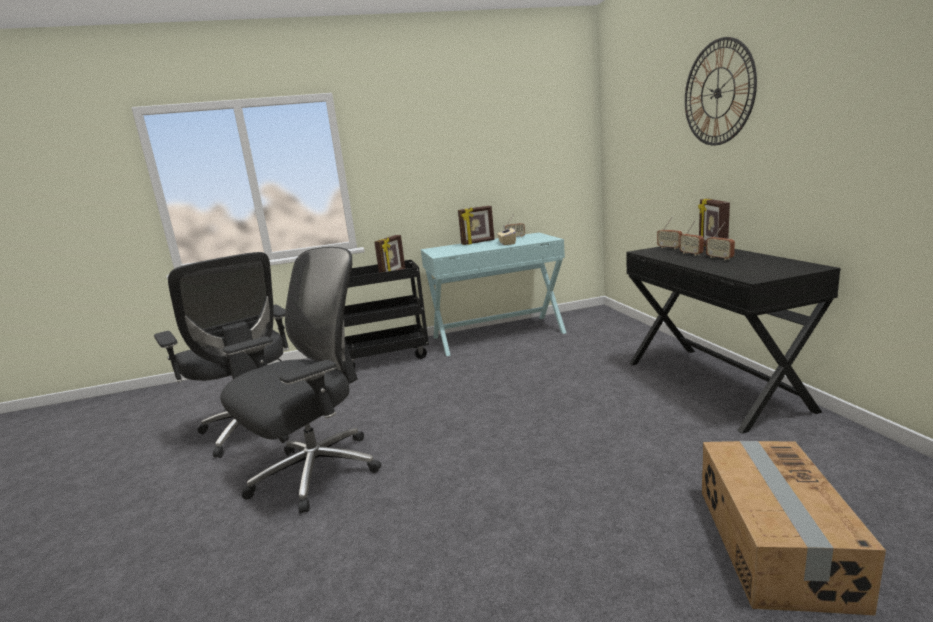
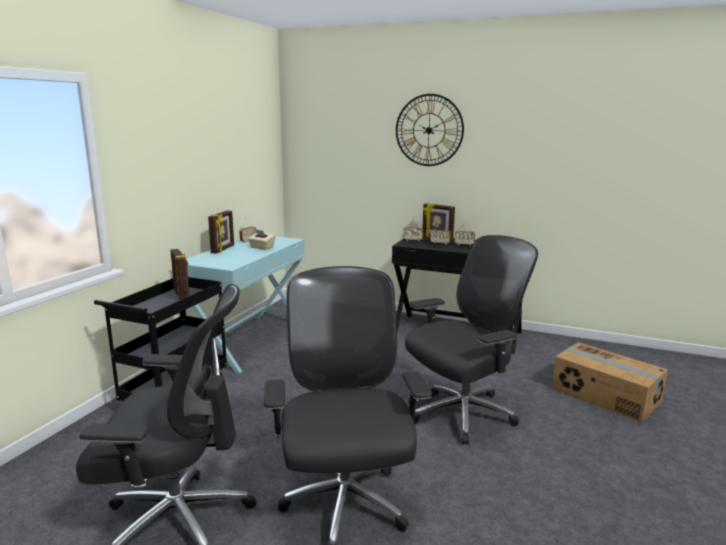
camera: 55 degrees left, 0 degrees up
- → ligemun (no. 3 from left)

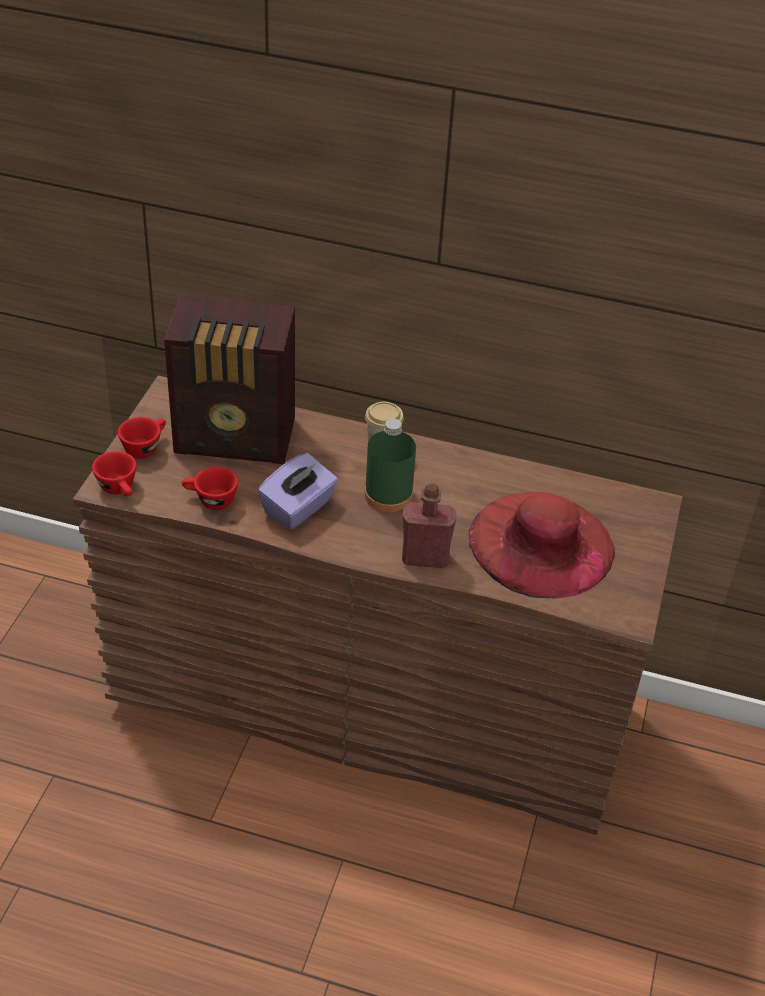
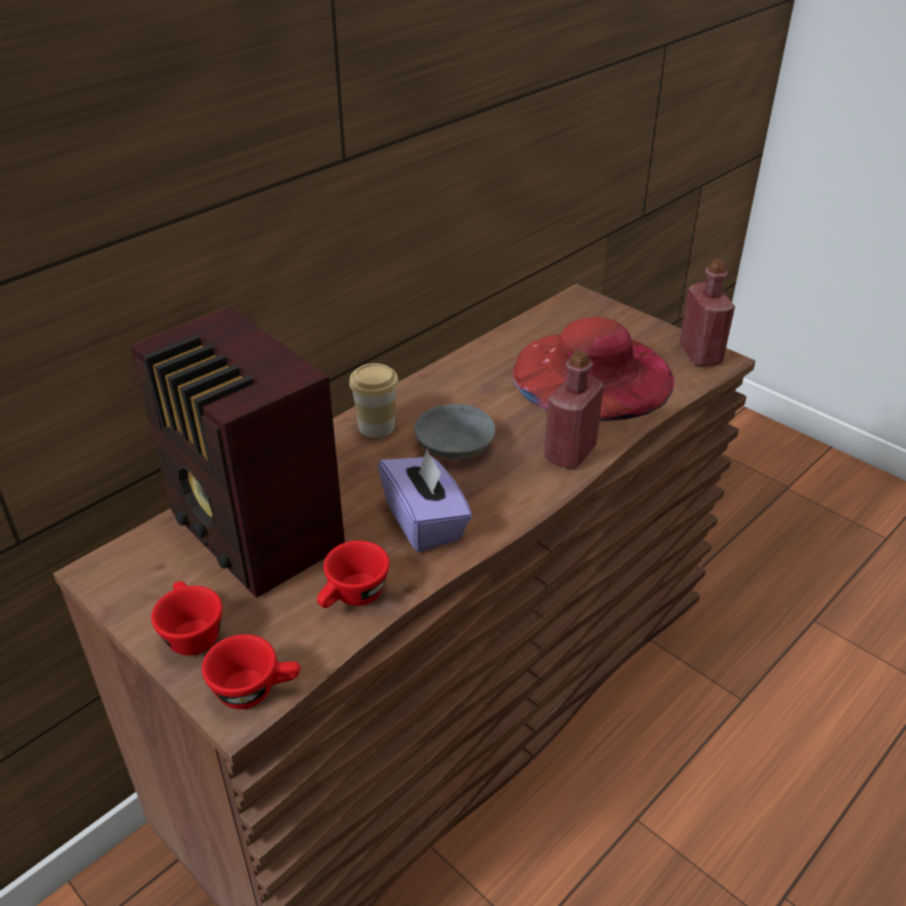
camera: 60 degrees left, 5 degrees down
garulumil, 105 degrees clockwise
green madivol → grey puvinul
- → red madivol (no. 2 from left)

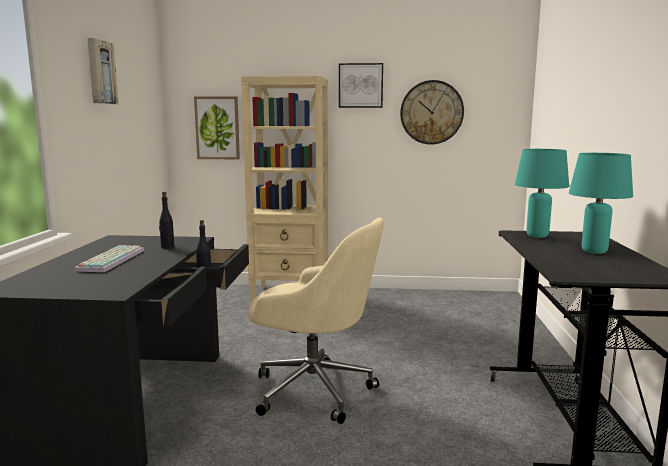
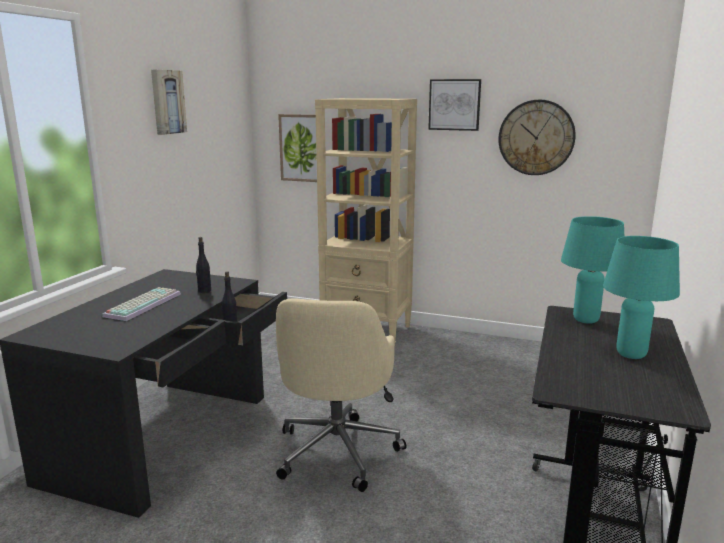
camera: 15 degrees right, 5 degrees up
beige ligemun, 60 degrees clockwise

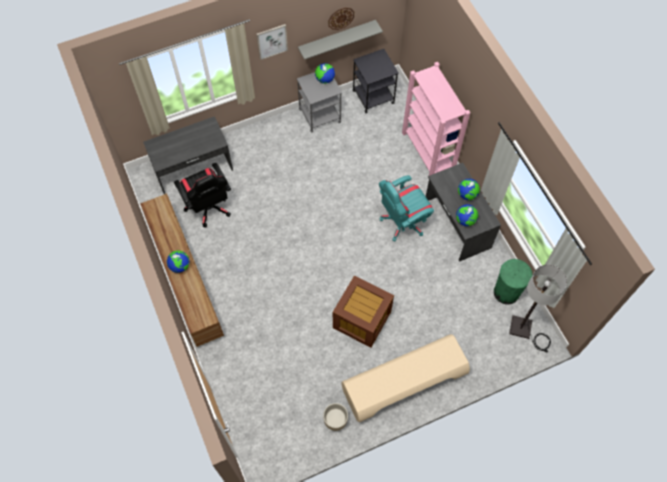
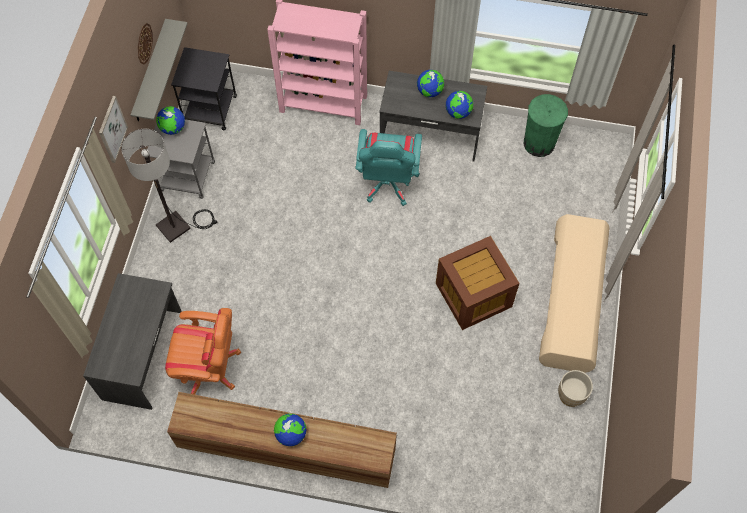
camera: 55 degrees left, 0 degrees up
black ligemun → orange ligemun
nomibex, relocated

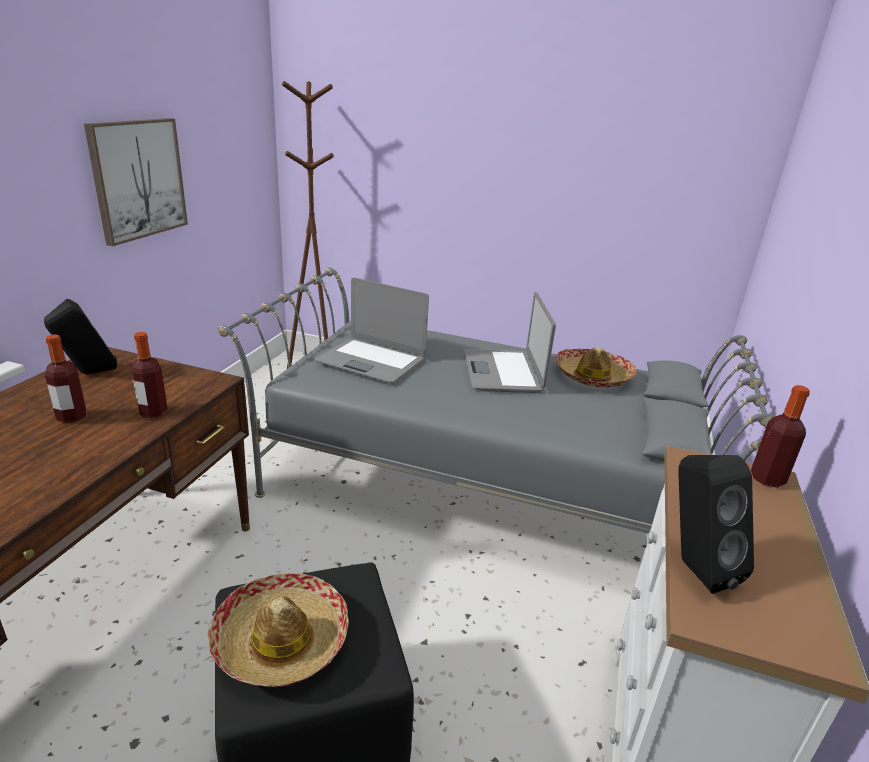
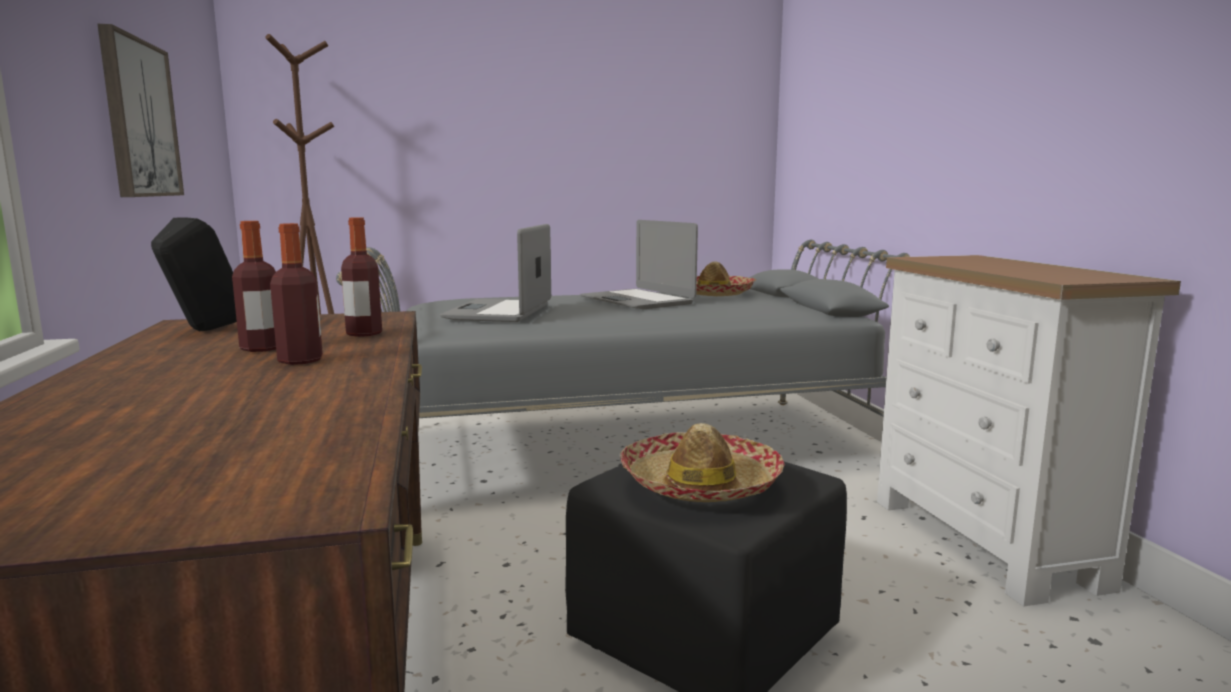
camera: 30 degrees left, 15 degrees down
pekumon (no. 1 from left), 105 degrees clockwise
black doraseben (no. 2 from left) → -
madivol (no. 3 from left in the first image) → madivol (no. 2 from left), relocated

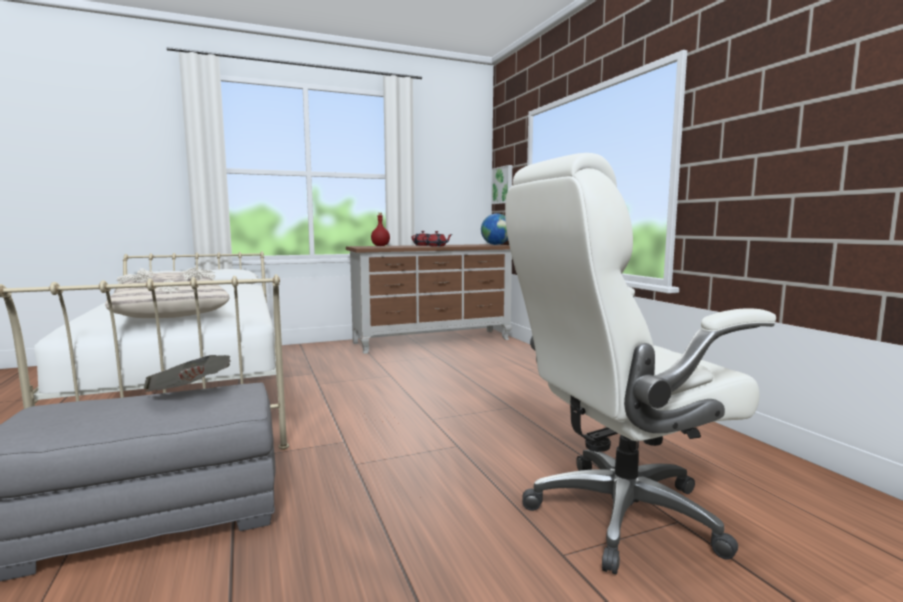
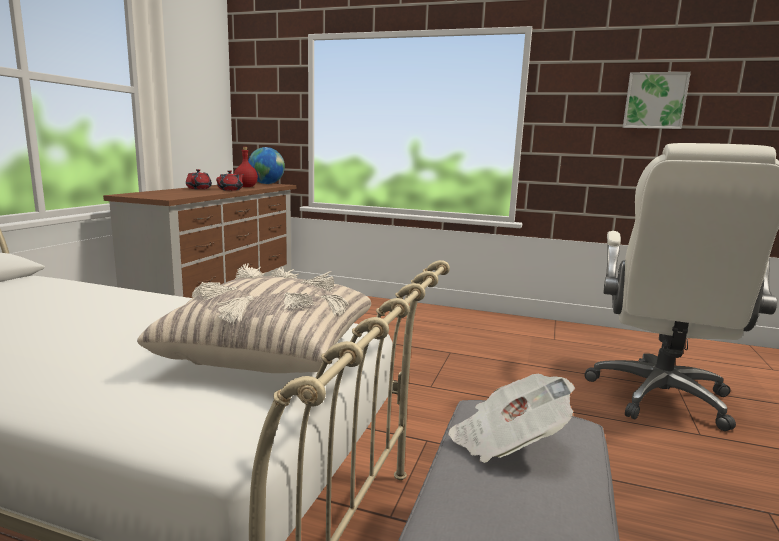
camera: 50 degrees left, 5 degrees up
red madivol, relocated
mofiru, relocated

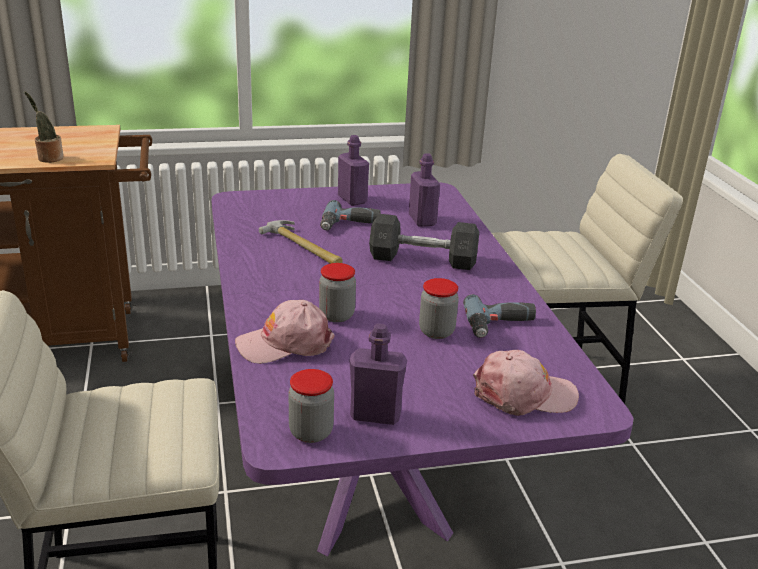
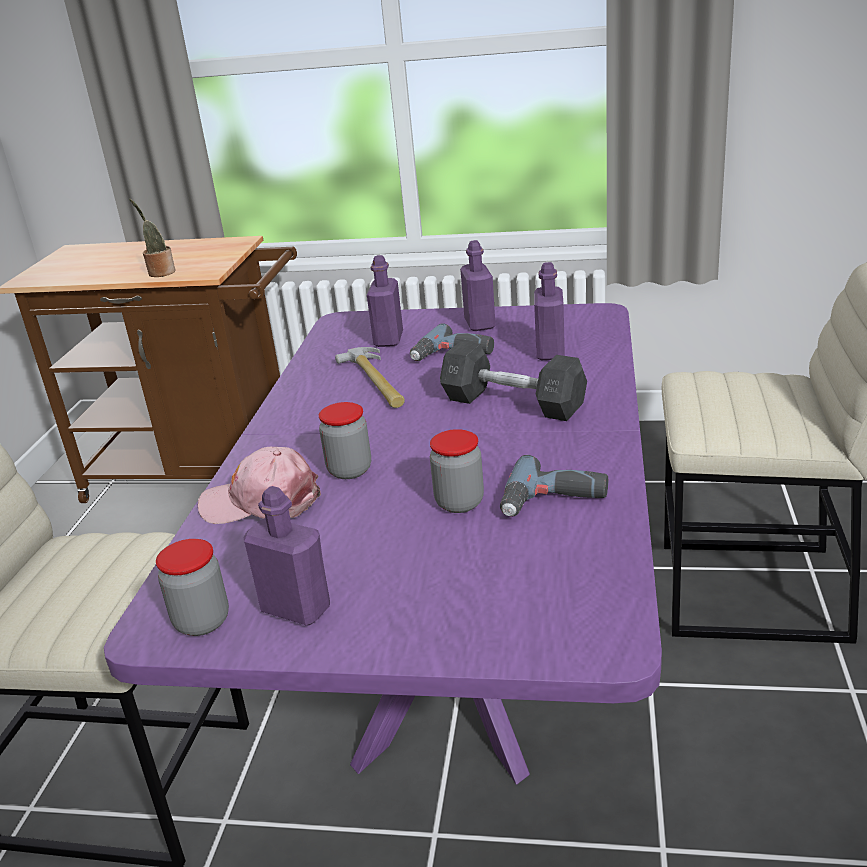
camera: 25 degrees right, 0 degrees up
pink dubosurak (no. 2 from left) → -
- → purple madivol (no. 2 from left)

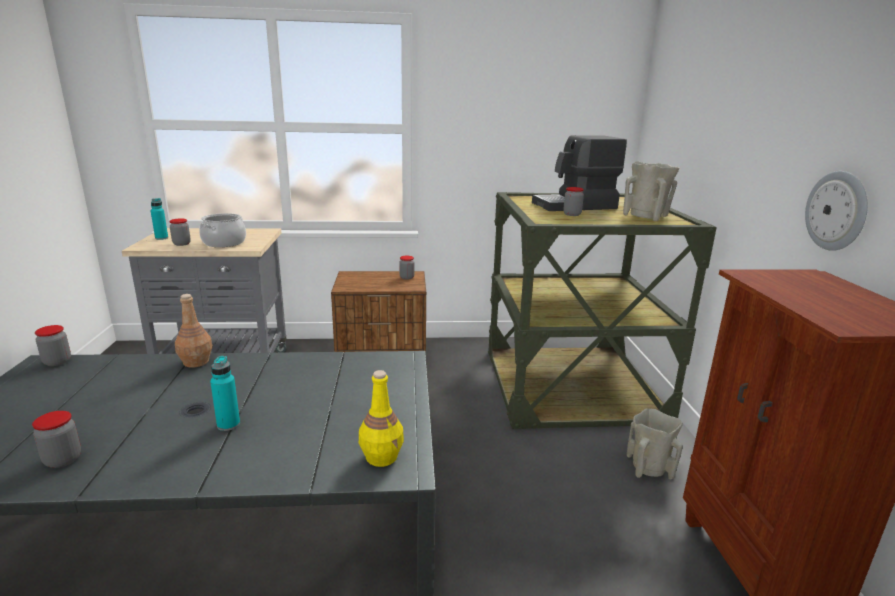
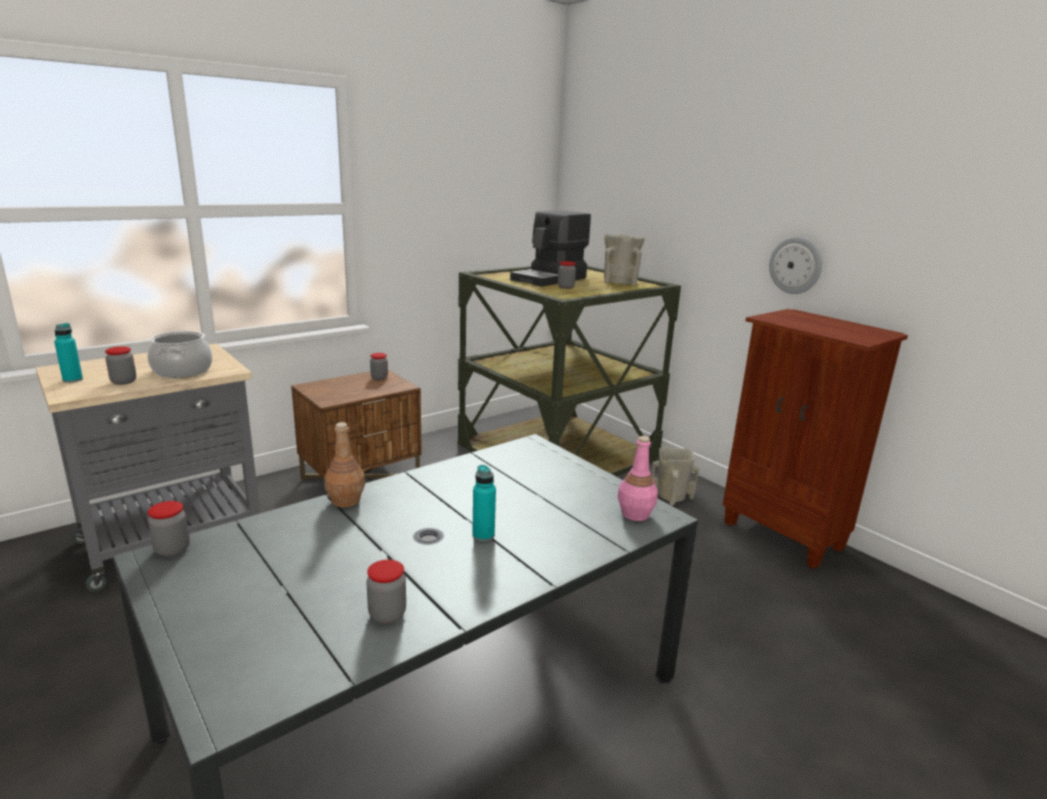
camera: 35 degrees left, 0 degrees up
yellow madivol → pink madivol

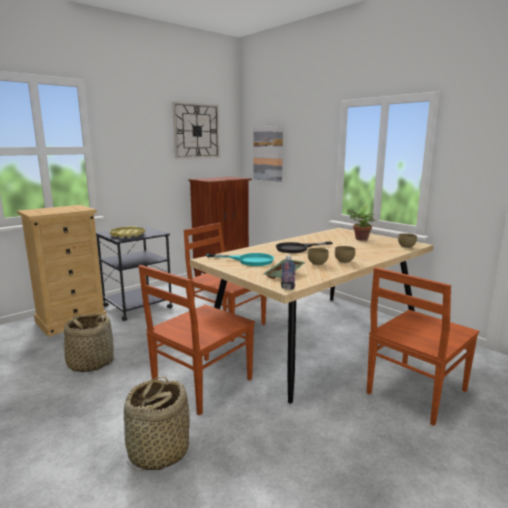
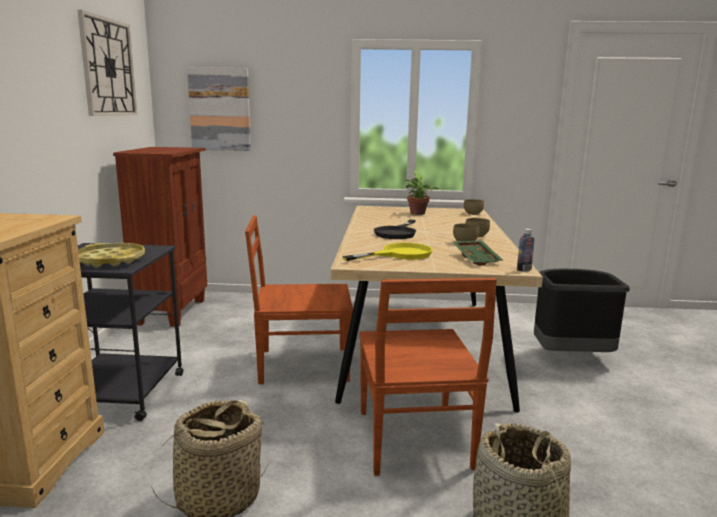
camera: 45 degrees left, 0 degrees up
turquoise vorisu → yellow vorisu
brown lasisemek (no. 3 from left) → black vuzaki

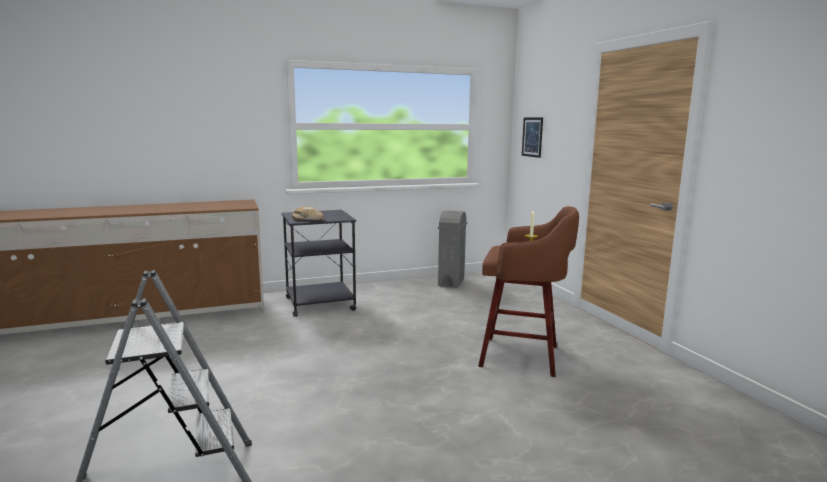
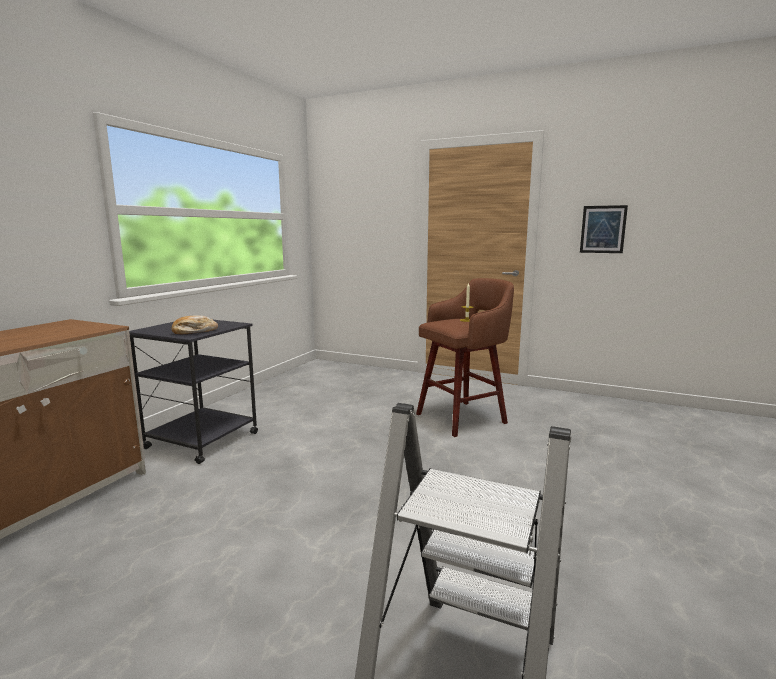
camera: 45 degrees left, 0 degrees up
grey vuzaki → -
mofiru, relocated

